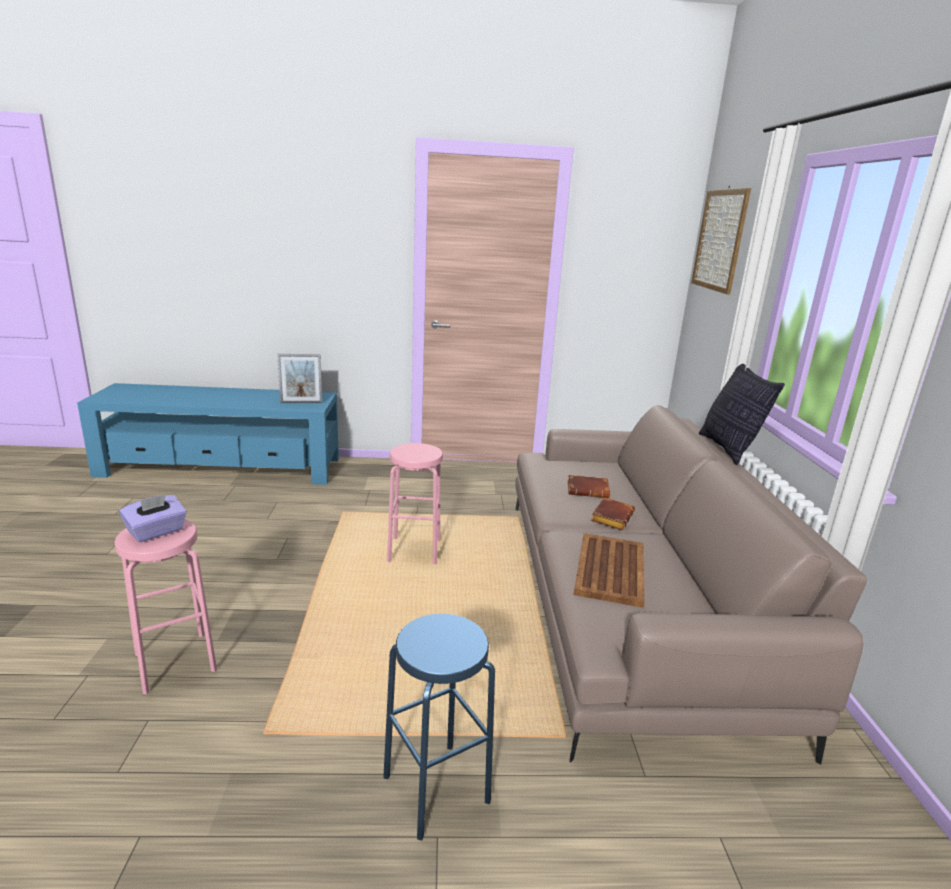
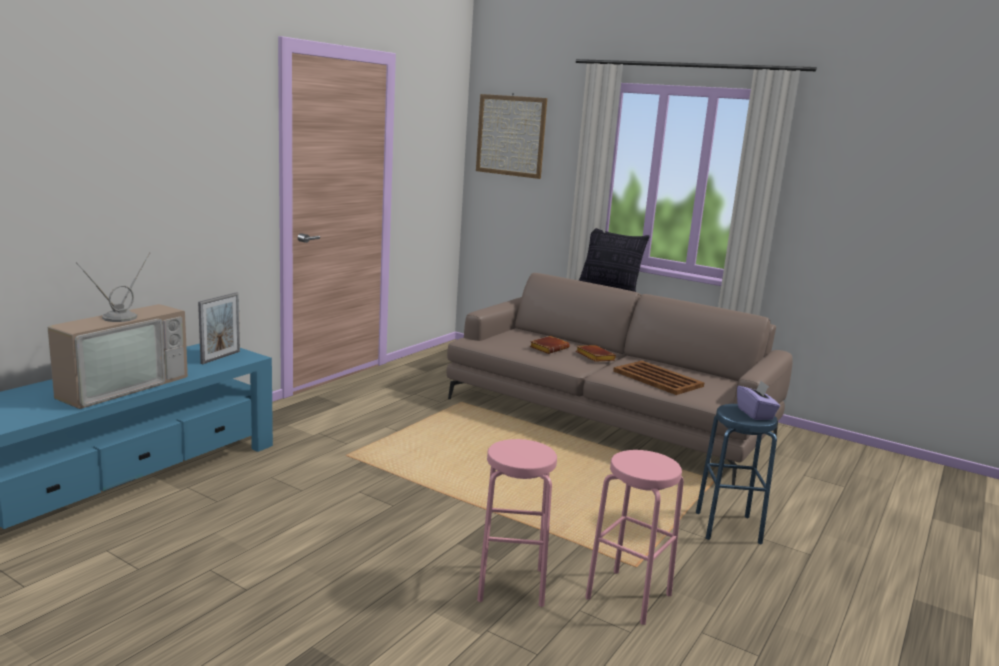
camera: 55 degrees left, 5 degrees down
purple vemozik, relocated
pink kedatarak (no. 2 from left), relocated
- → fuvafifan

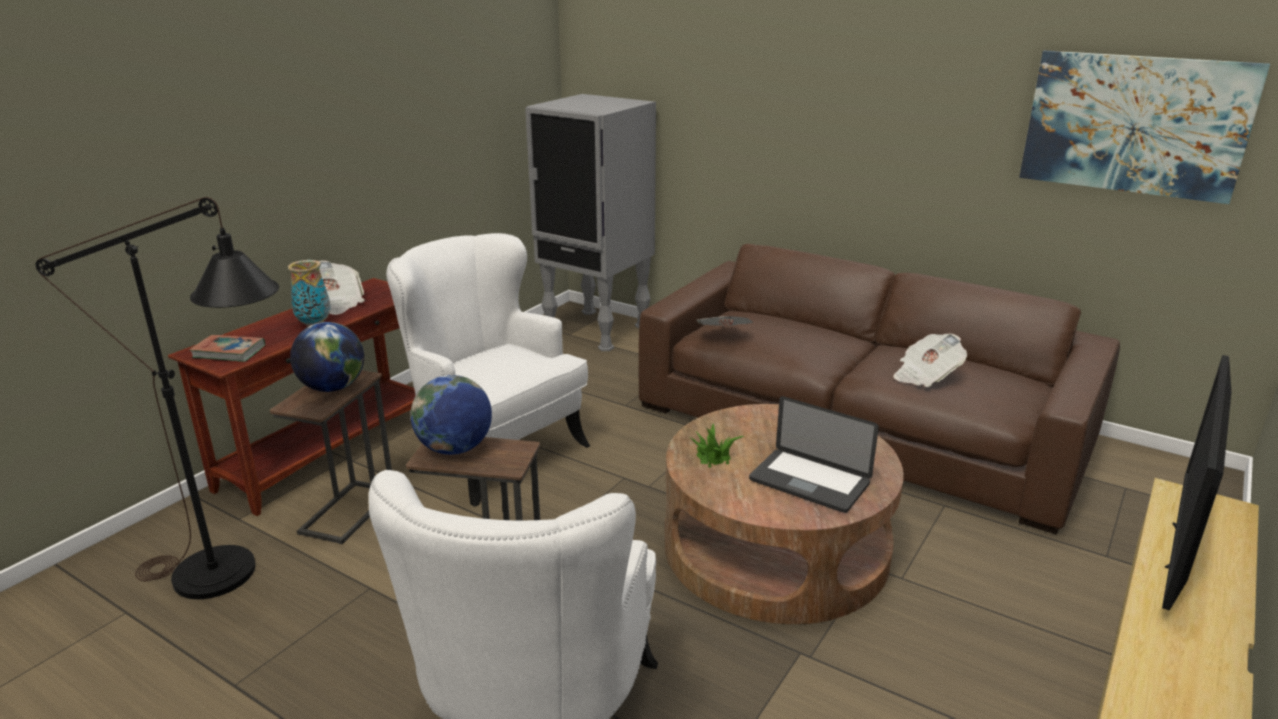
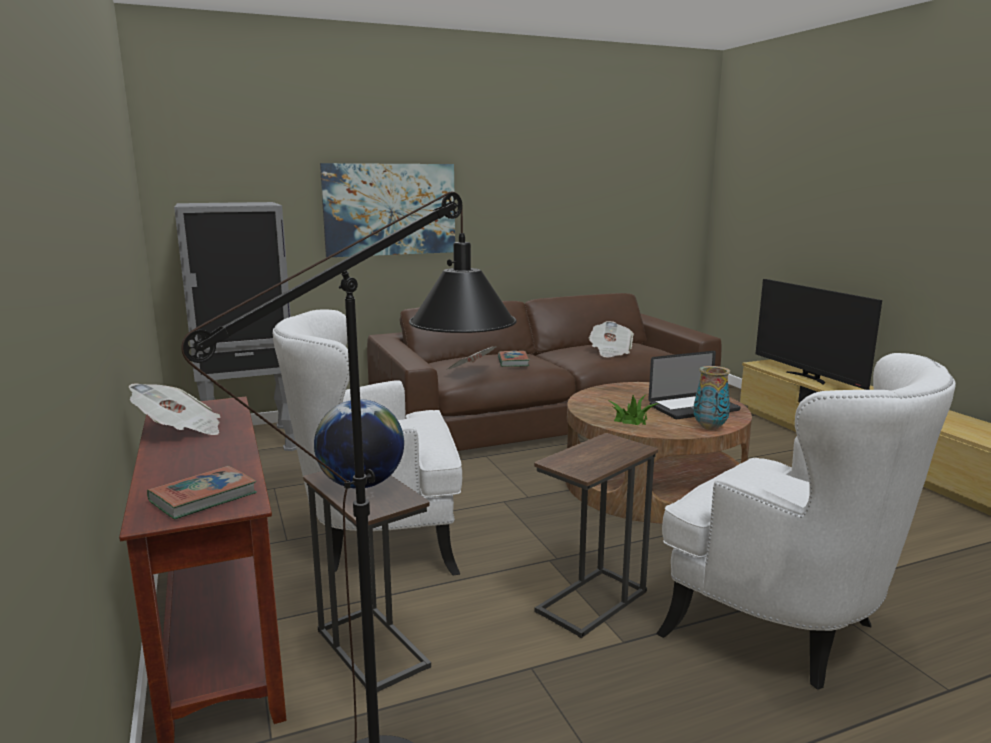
camera: 55 degrees left, 10 degrees down
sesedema, relocated
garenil (no. 2 from left) → -
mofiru, relocated
- → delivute (no. 2 from left)

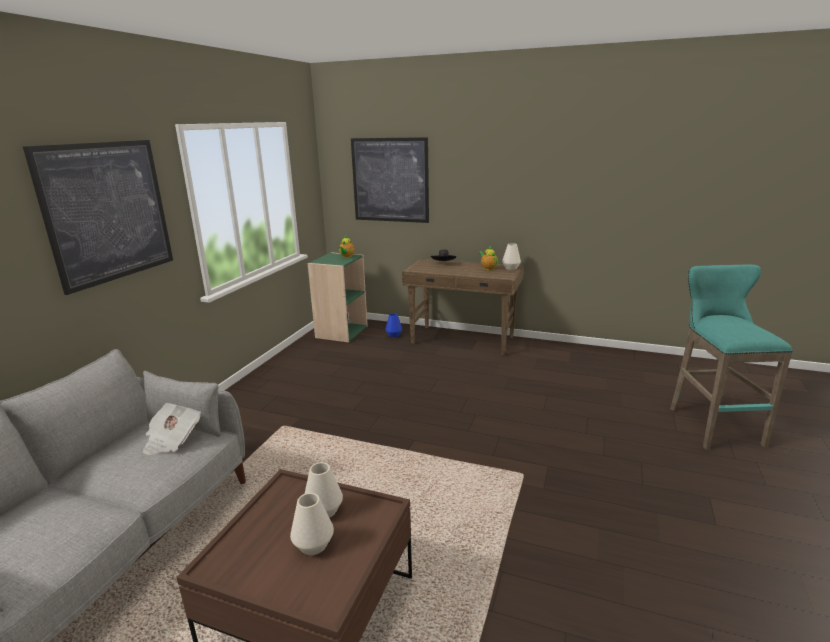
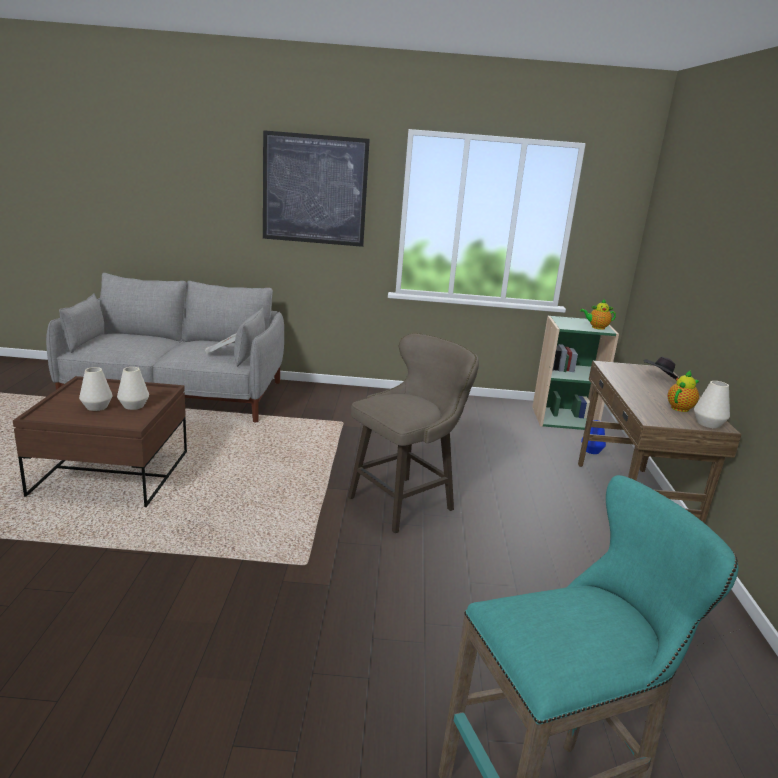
camera: 70 degrees right, 0 degrees up
mofiru (no. 2 from left) → -
- → beige kedatarak

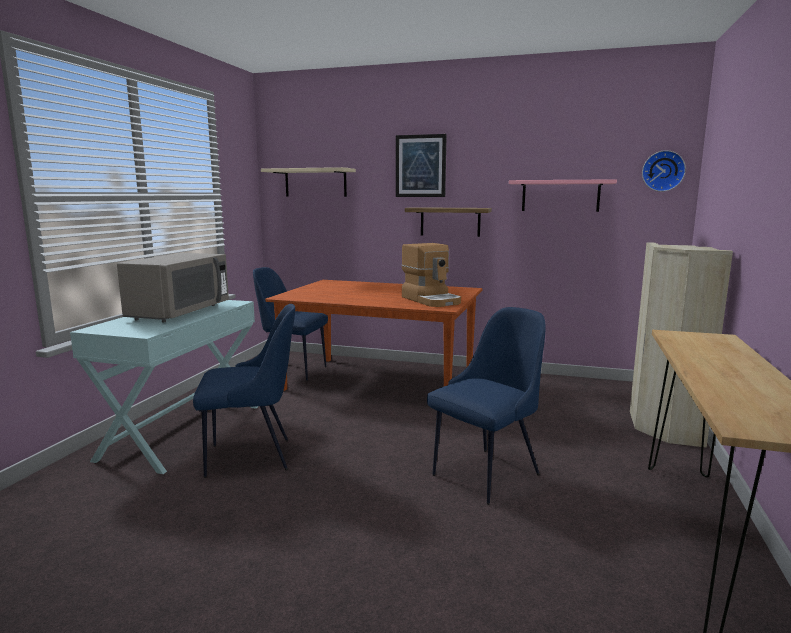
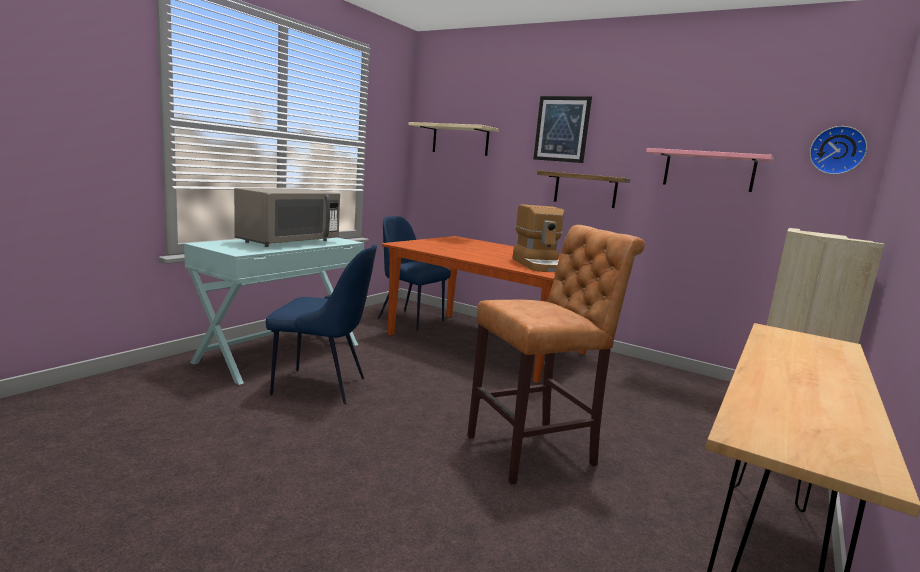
camera: 15 degrees right, 0 degrees up
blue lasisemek (no. 3 from left) → brown kedatarak

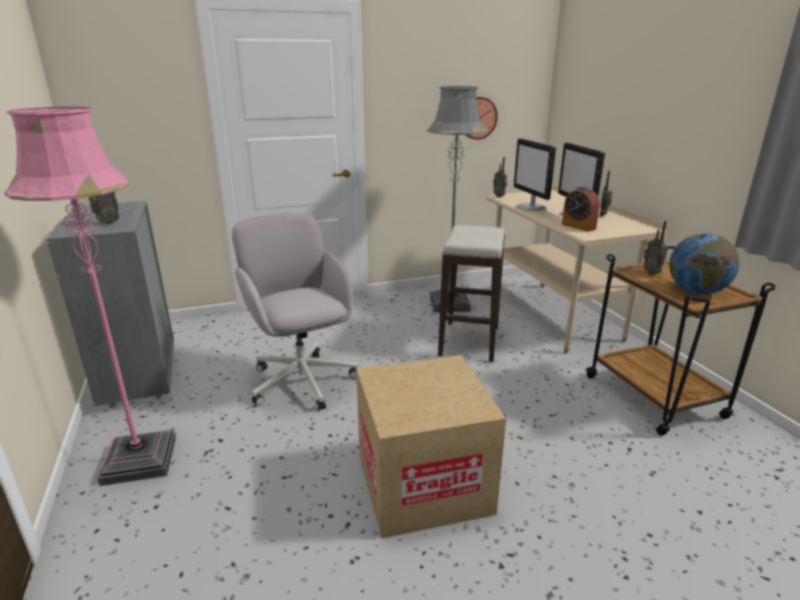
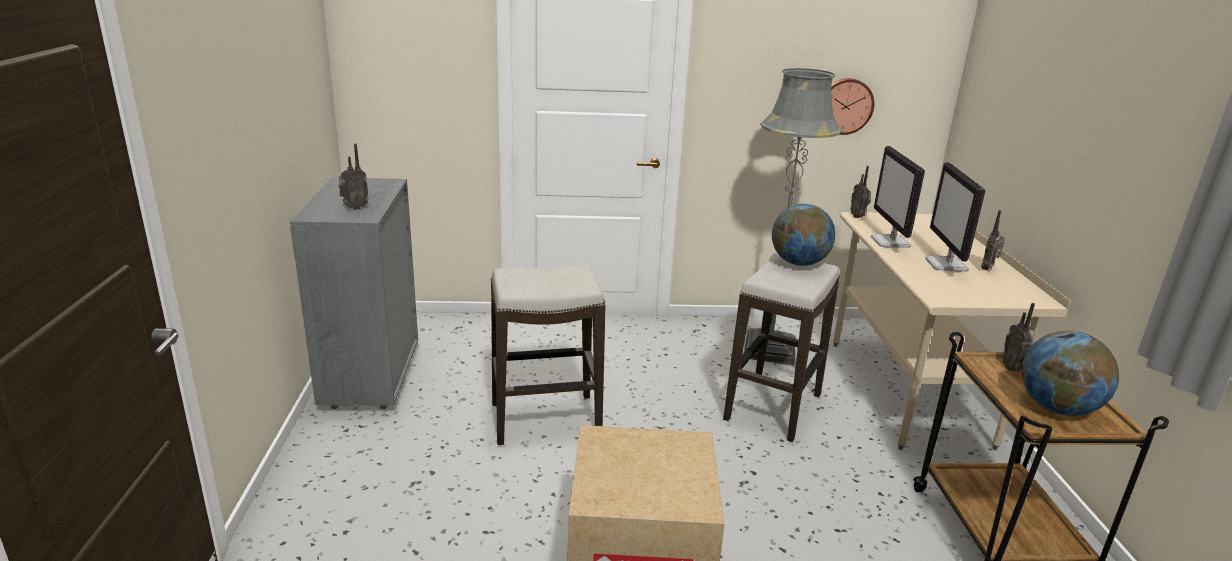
camera: 15 degrees right, 0 degrees up
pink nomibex → -
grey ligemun → kedatarak (no. 1 from left)
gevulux → -
- → garenil (no. 1 from left)

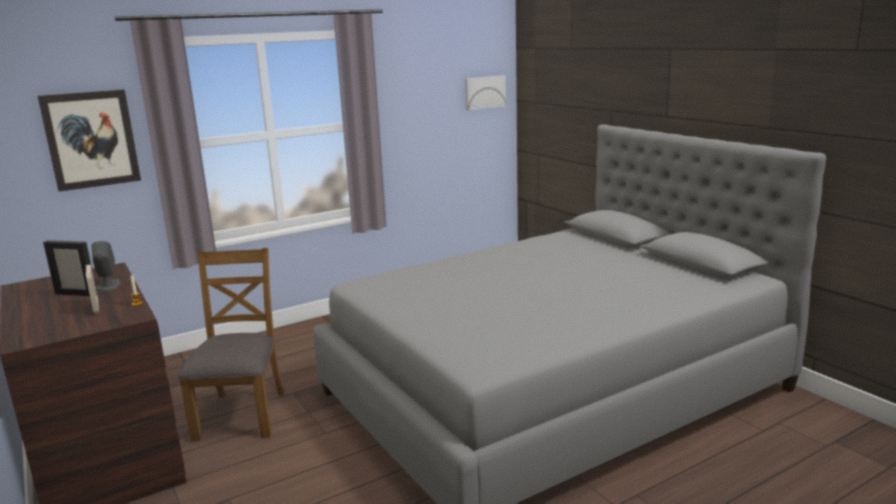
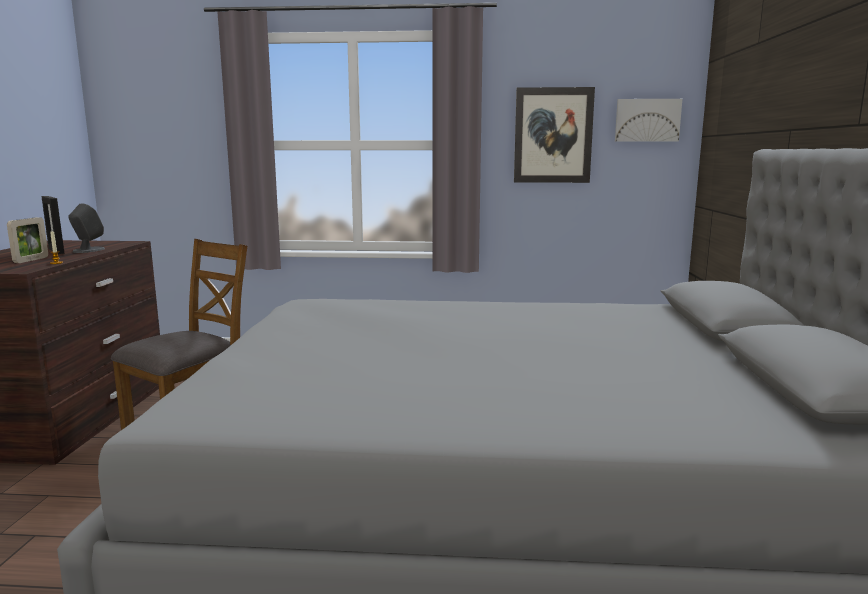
camera: 35 degrees right, 5 degrees down
mofiru (no. 1 from left), relocated

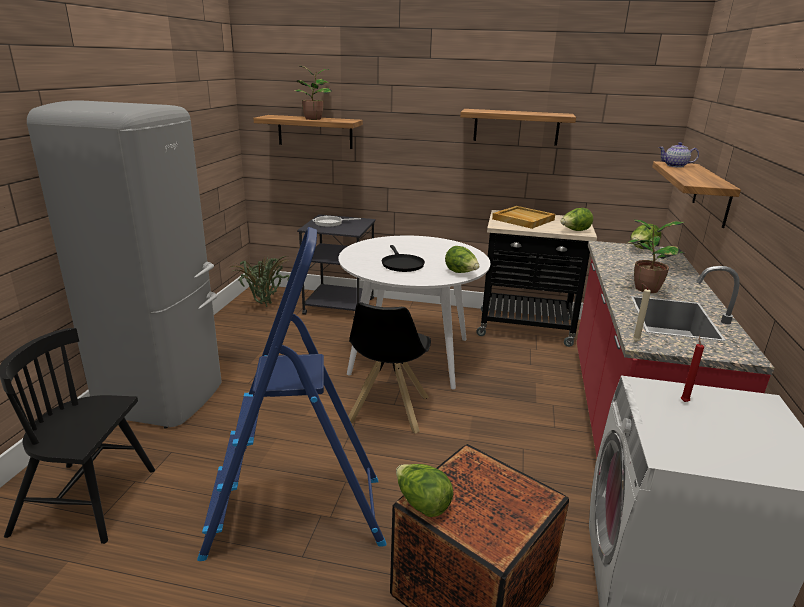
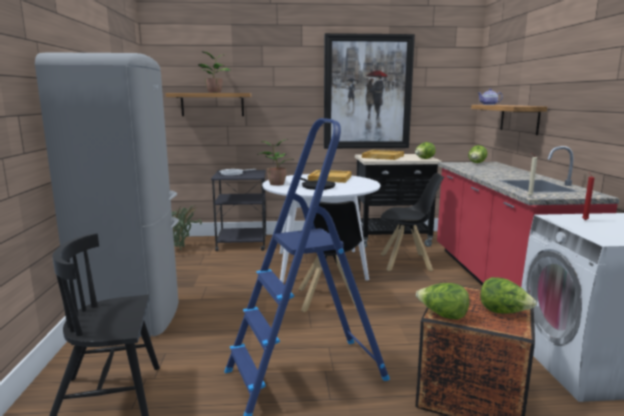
camera: 15 degrees left, 10 degrees down
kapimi (no. 2 from left in the first image) → kapimi (no. 4 from left), relocated
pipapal (no. 2 from left) → mofiru
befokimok (no. 3 from left), relocated
- → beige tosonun (no. 1 from left)
- → black lasisemek (no. 3 from left)

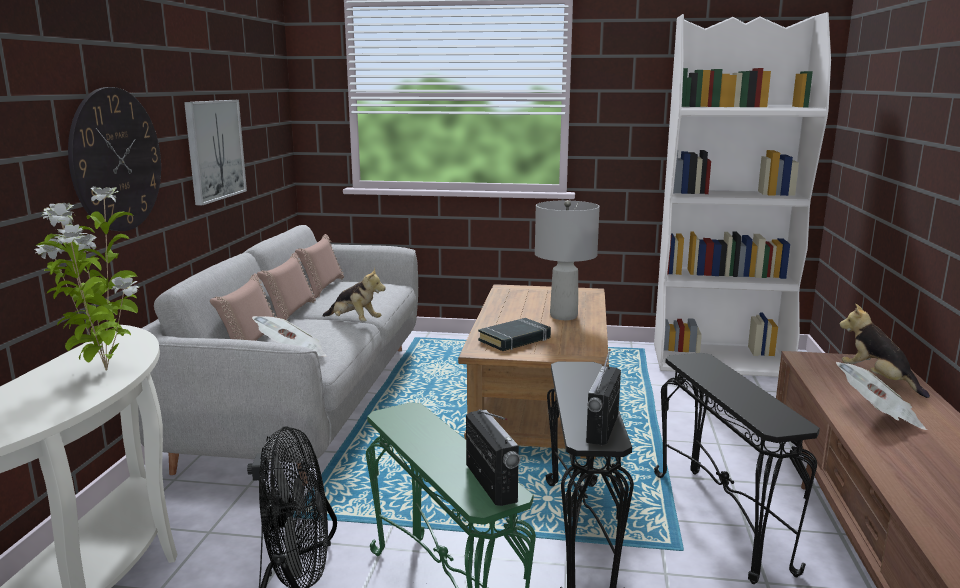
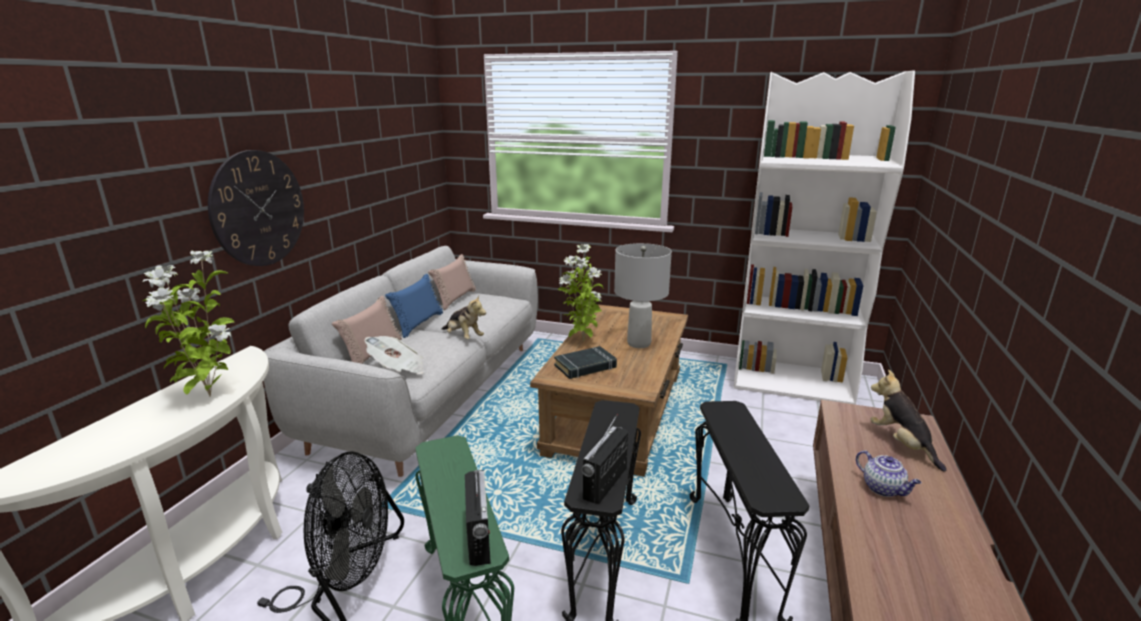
camera: 10 degrees right, 5 degrees up
mofiru → -
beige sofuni (no. 2 from left) → blue sofuni
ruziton (no. 2 from left) → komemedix
- → befokimok (no. 2 from left)

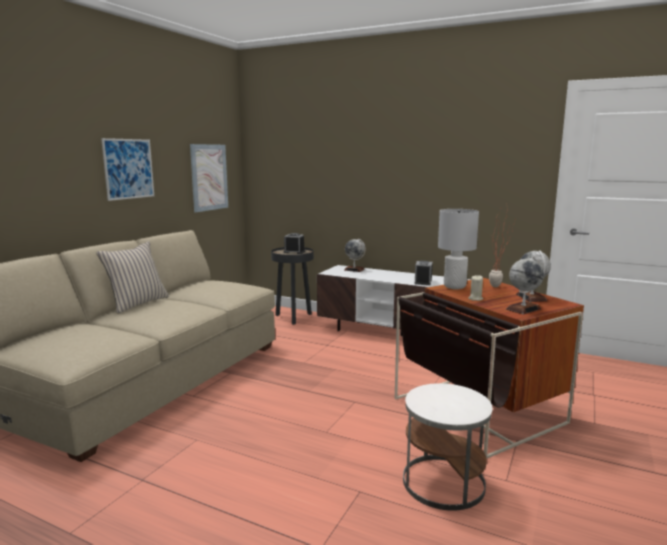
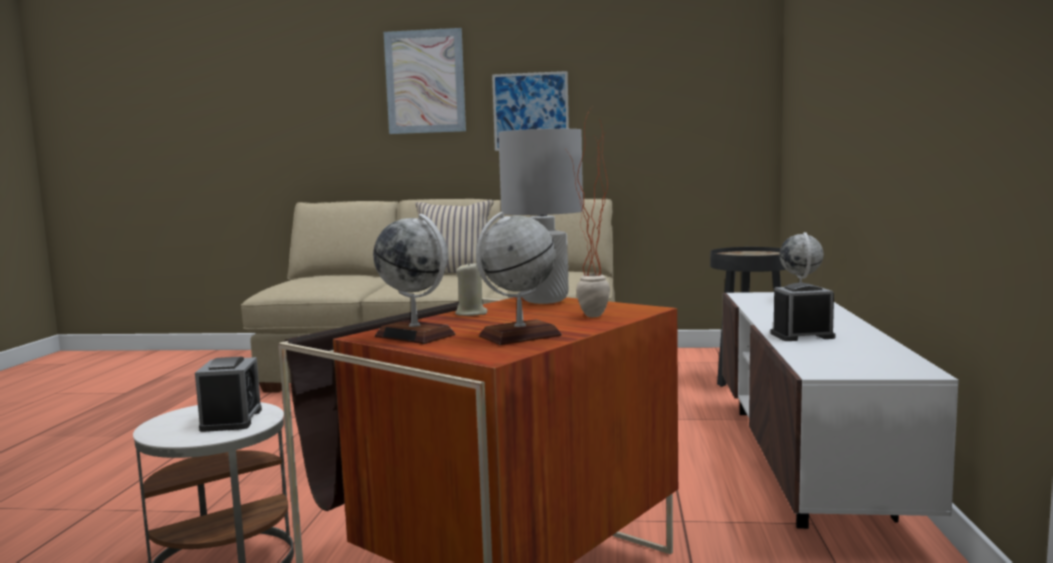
camera: 70 degrees right, 5 degrees down
mofiru (no. 2 from left in the first image) → mofiru (no. 1 from left), relocated
gevulux (no. 1 from left), relocated

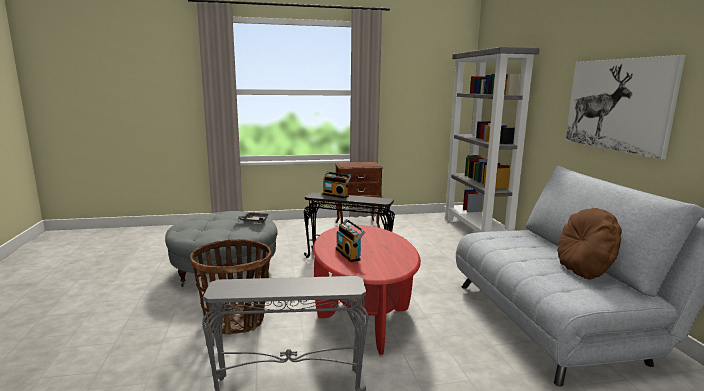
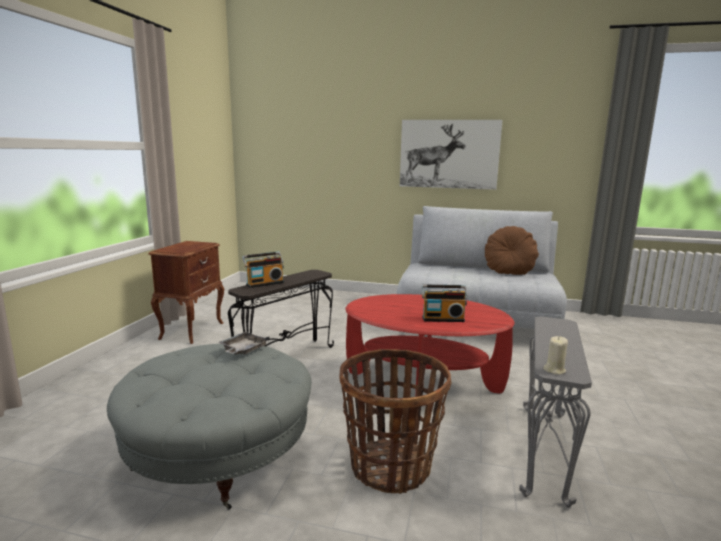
camera: 65 degrees left, 0 degrees up
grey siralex → -
- → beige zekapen

